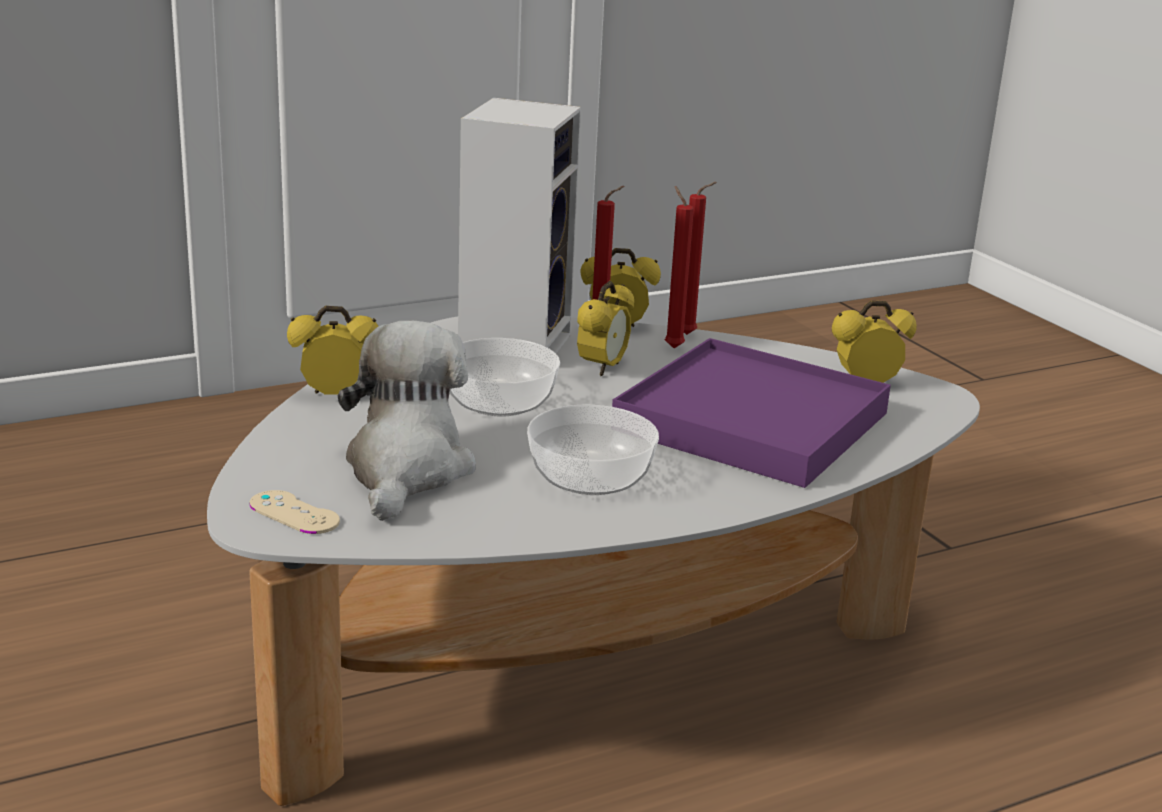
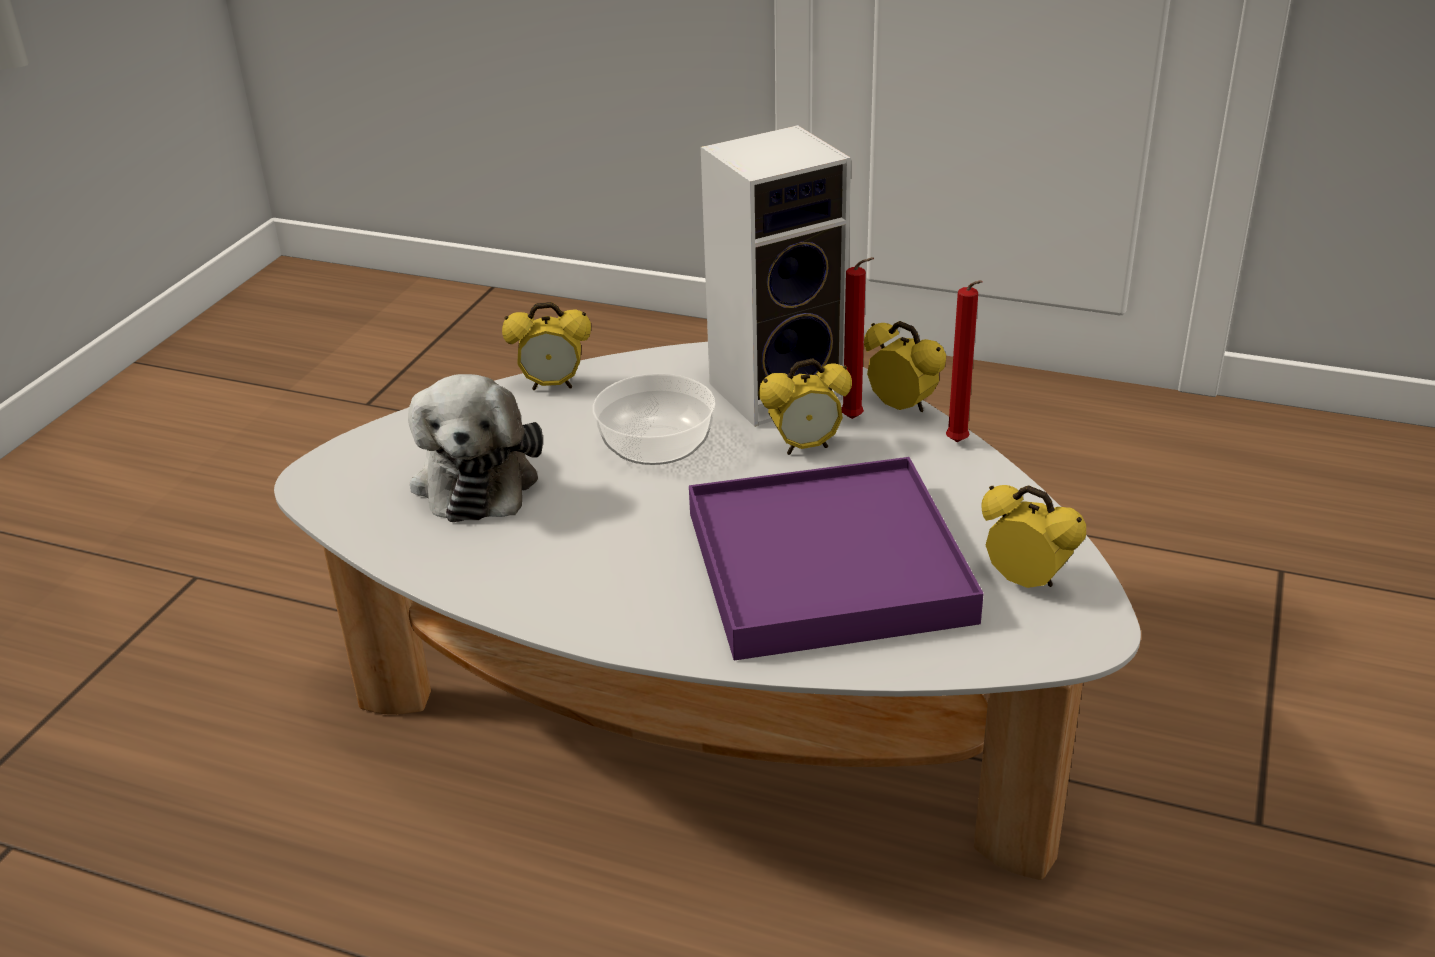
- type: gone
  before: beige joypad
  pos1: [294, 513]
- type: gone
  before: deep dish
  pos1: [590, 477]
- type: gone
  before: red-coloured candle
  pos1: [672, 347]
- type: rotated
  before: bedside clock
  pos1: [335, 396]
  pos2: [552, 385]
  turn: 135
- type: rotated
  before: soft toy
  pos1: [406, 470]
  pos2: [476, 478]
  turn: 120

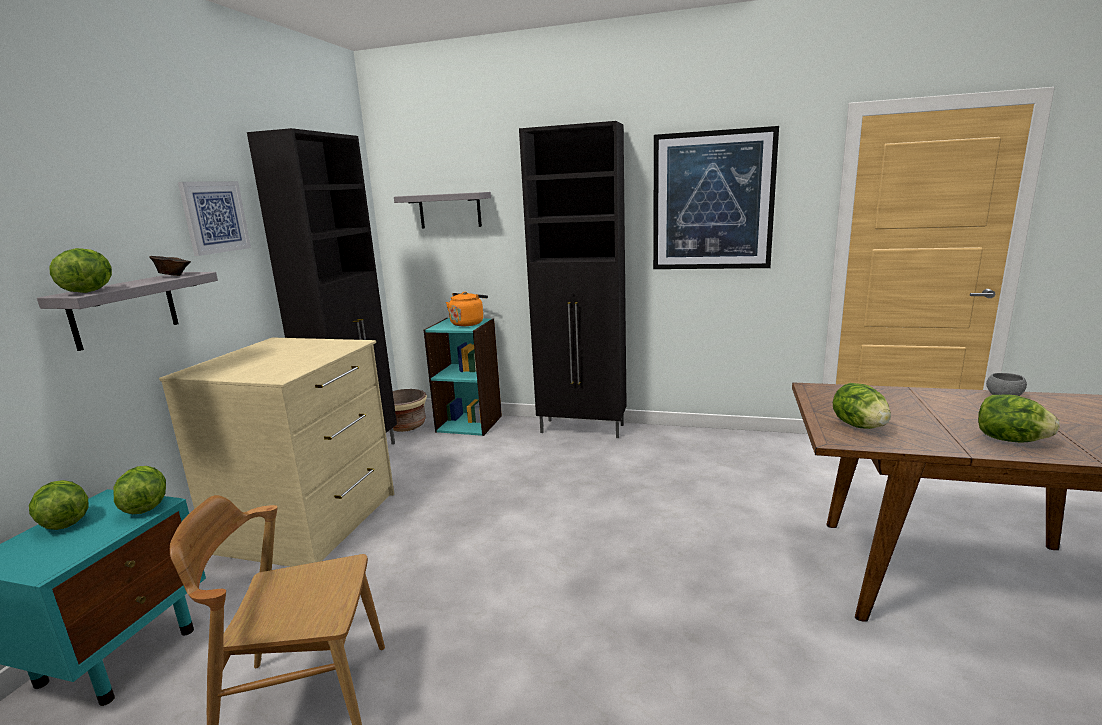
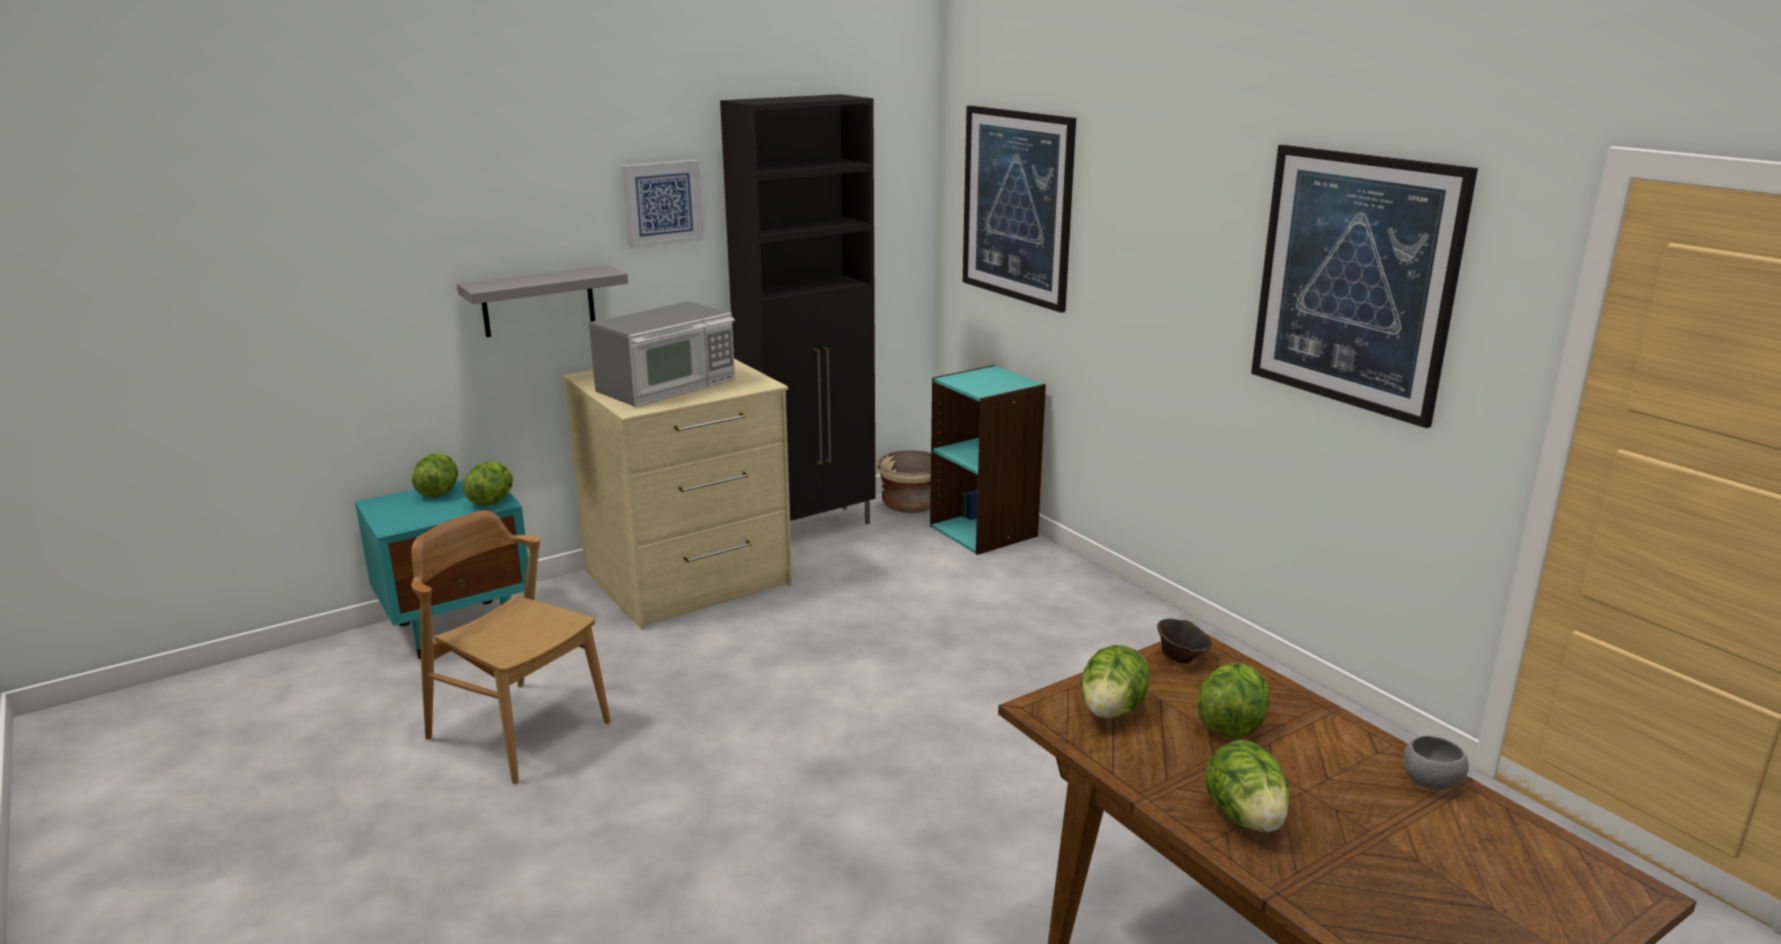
- type: gone
  before: orangey water kettle
  pos1: [468, 323]
- type: gone
  before: black-coloured storage cabinet
  pos1: [583, 429]
- type: new
  after: microwave
  pos2: [668, 386]
- type: shifted
  before: head of lettuce
  pos1: [89, 291]
  pos2: [1230, 725]
- type: shifted
  before: brown-coloured deep dish
  pos1: [173, 276]
  pos2: [1181, 658]
- type: swapped
  before: greyish shelf
  after: picture
  pos1: [450, 210]
  pos2: [1017, 206]

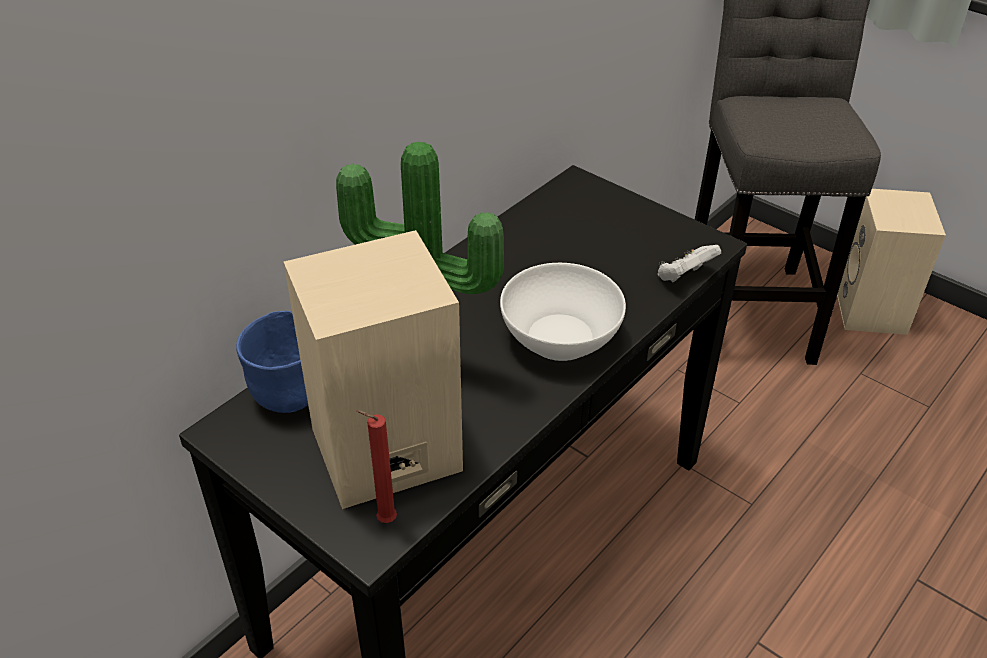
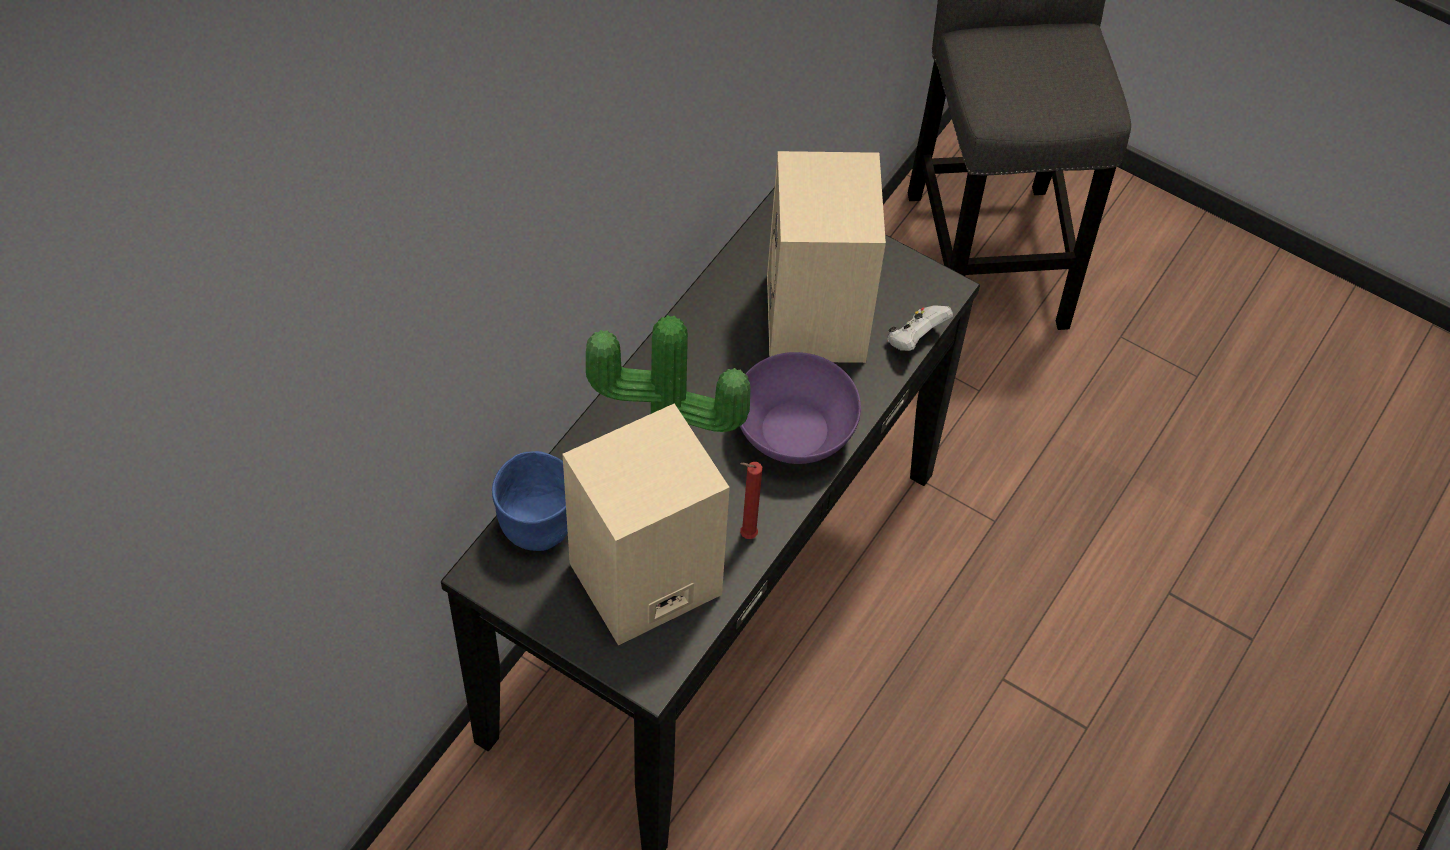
- type: shifted
  before: red-coloured candle
  pos1: [383, 520]
  pos2: [745, 535]
- type: shifted
  before: beige speaker
  pos1: [872, 311]
  pos2: [818, 320]
- type: repainted
  before: whitish deep dish
  after: purplish deep dish
  pos1: [561, 337]
  pos2: [795, 430]

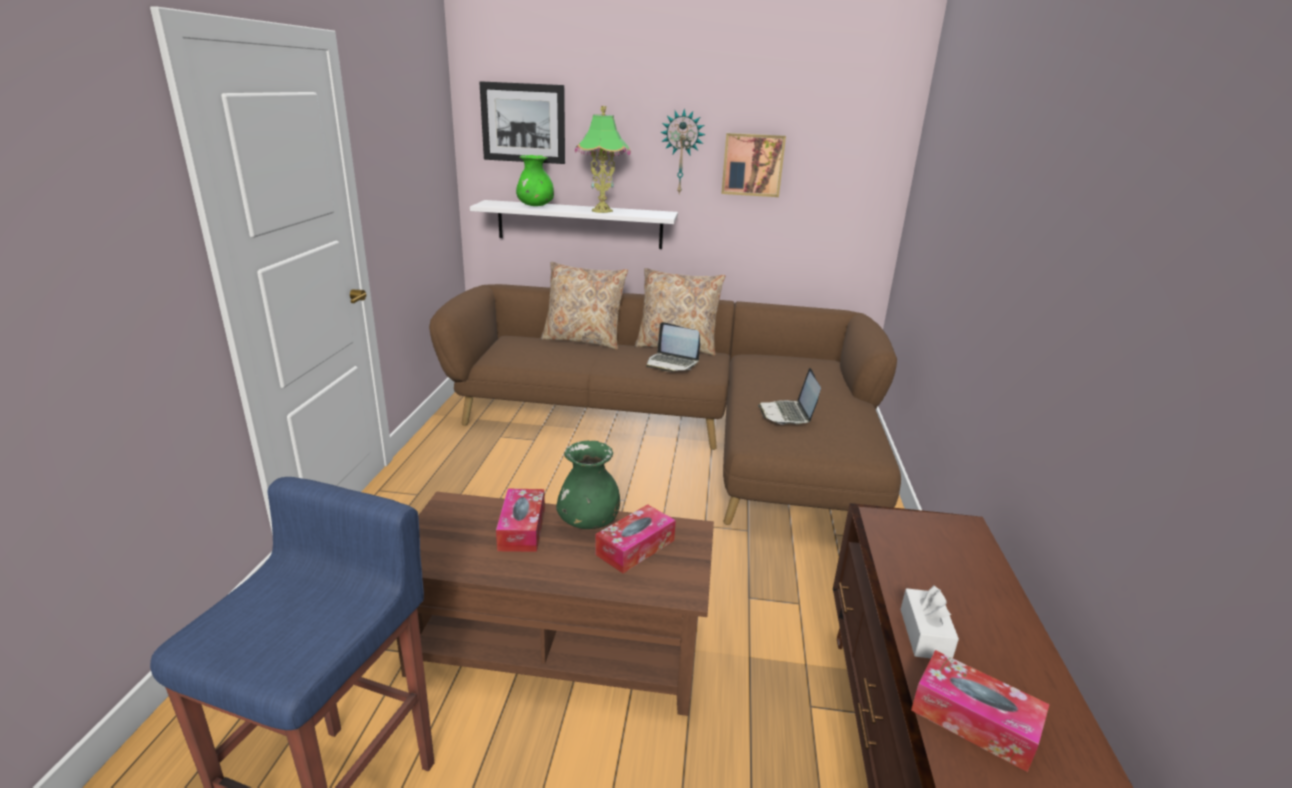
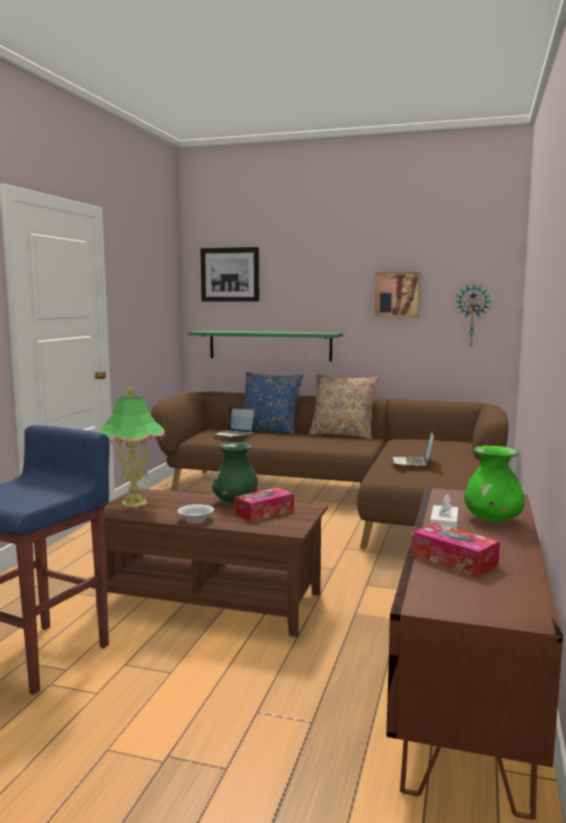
- type: gone
  before: box of tissues
  pos1: [522, 529]
- type: new
  after: whitish deep dish
  pos2: [196, 519]
- type: shifted
  before: greenish flower vase
  pos1: [535, 206]
  pos2: [492, 520]
- type: shifted
  before: lamp for a table
  pos1: [602, 211]
  pos2: [134, 503]
- type: shifted
  before: portable computer
  pos1: [672, 363]
  pos2: [234, 435]
- type: shifted
  before: clock on the wall
  pos1: [681, 152]
  pos2: [472, 315]
- type: repainted
  before: whitish shelf
  after: greenish shelf
  pos1: [579, 224]
  pos2: [269, 345]
- type: repainted
  before: beige pillow
  after: blue pillow
  pos1: [583, 340]
  pos2: [269, 431]

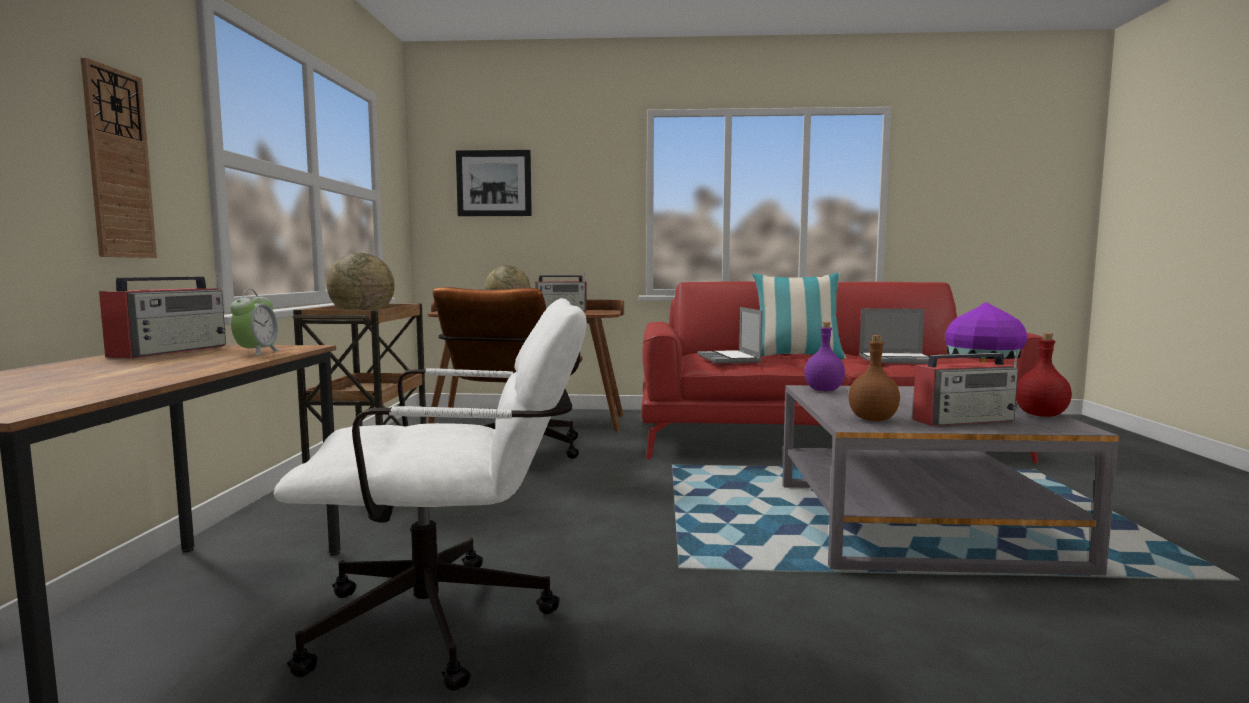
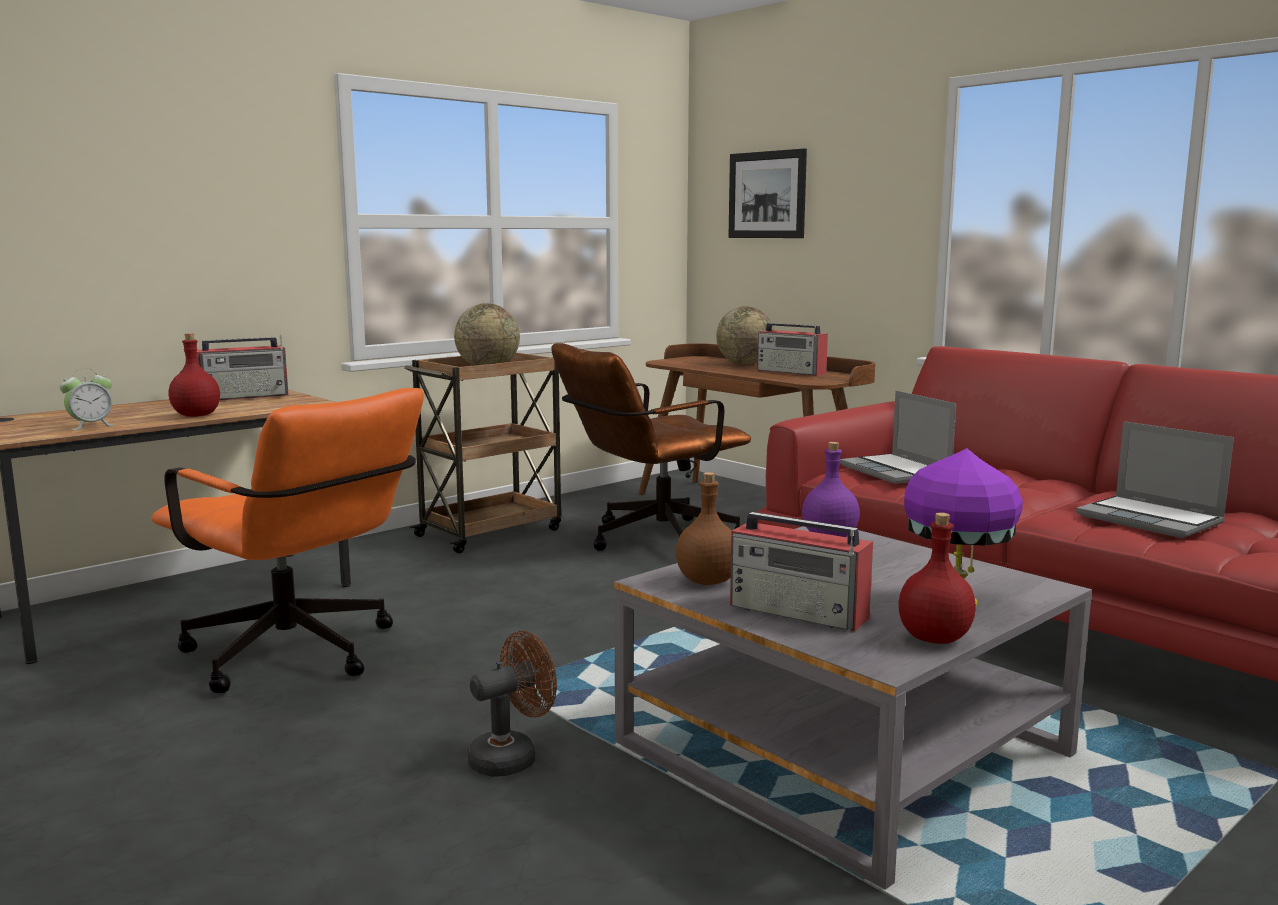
- type: gone
  before: clock on the wall
  pos1: [118, 164]
- type: gone
  before: pillow
  pos1: [797, 356]
- type: new
  after: red-coloured drink bottle
  pos2: [197, 415]
- type: new
  after: brown-coloured cooling fan
  pos2: [512, 757]
- type: shifted
  before: bedside clock
  pos1: [256, 353]
  pos2: [91, 426]
- type: repainted
  before: whitish computer chair
  after: orangey computer chair
  pos1: [453, 622]
  pos2: [301, 657]
- type: rotated
  before: portable computer
  pos1: [730, 359]
  pos2: [897, 471]
  turn: -60

